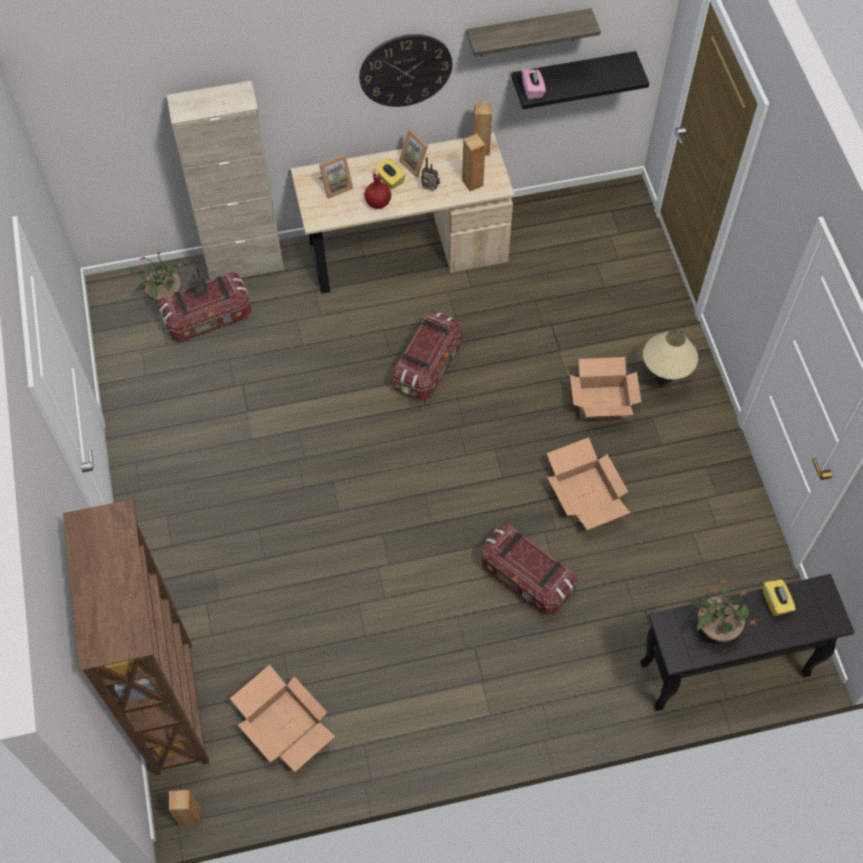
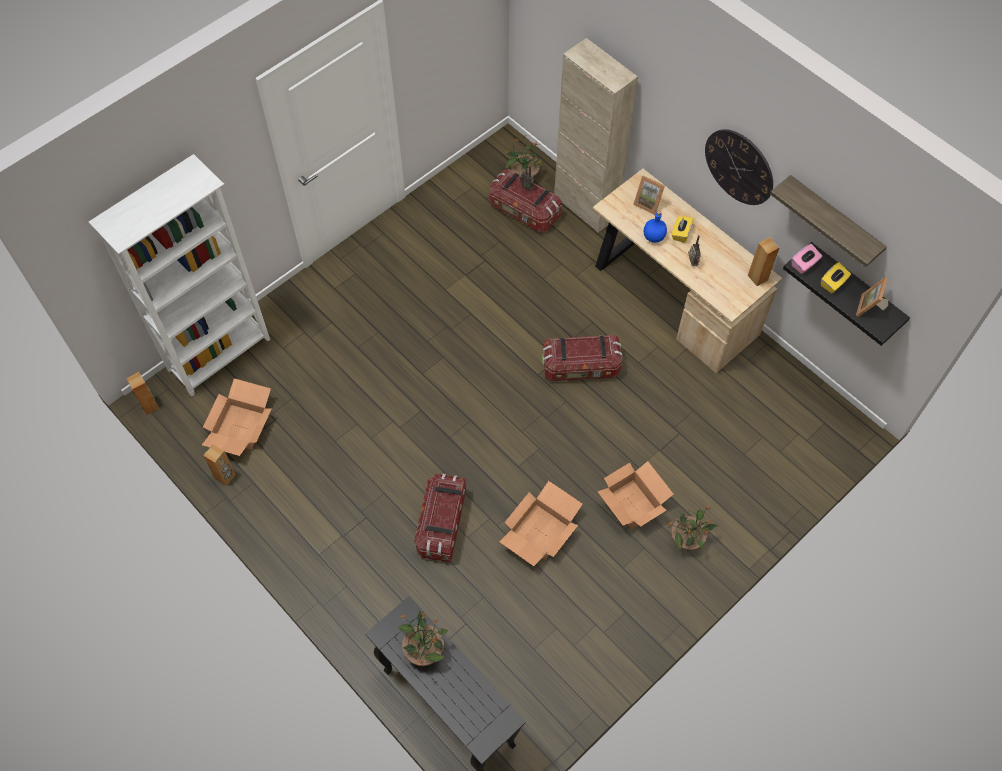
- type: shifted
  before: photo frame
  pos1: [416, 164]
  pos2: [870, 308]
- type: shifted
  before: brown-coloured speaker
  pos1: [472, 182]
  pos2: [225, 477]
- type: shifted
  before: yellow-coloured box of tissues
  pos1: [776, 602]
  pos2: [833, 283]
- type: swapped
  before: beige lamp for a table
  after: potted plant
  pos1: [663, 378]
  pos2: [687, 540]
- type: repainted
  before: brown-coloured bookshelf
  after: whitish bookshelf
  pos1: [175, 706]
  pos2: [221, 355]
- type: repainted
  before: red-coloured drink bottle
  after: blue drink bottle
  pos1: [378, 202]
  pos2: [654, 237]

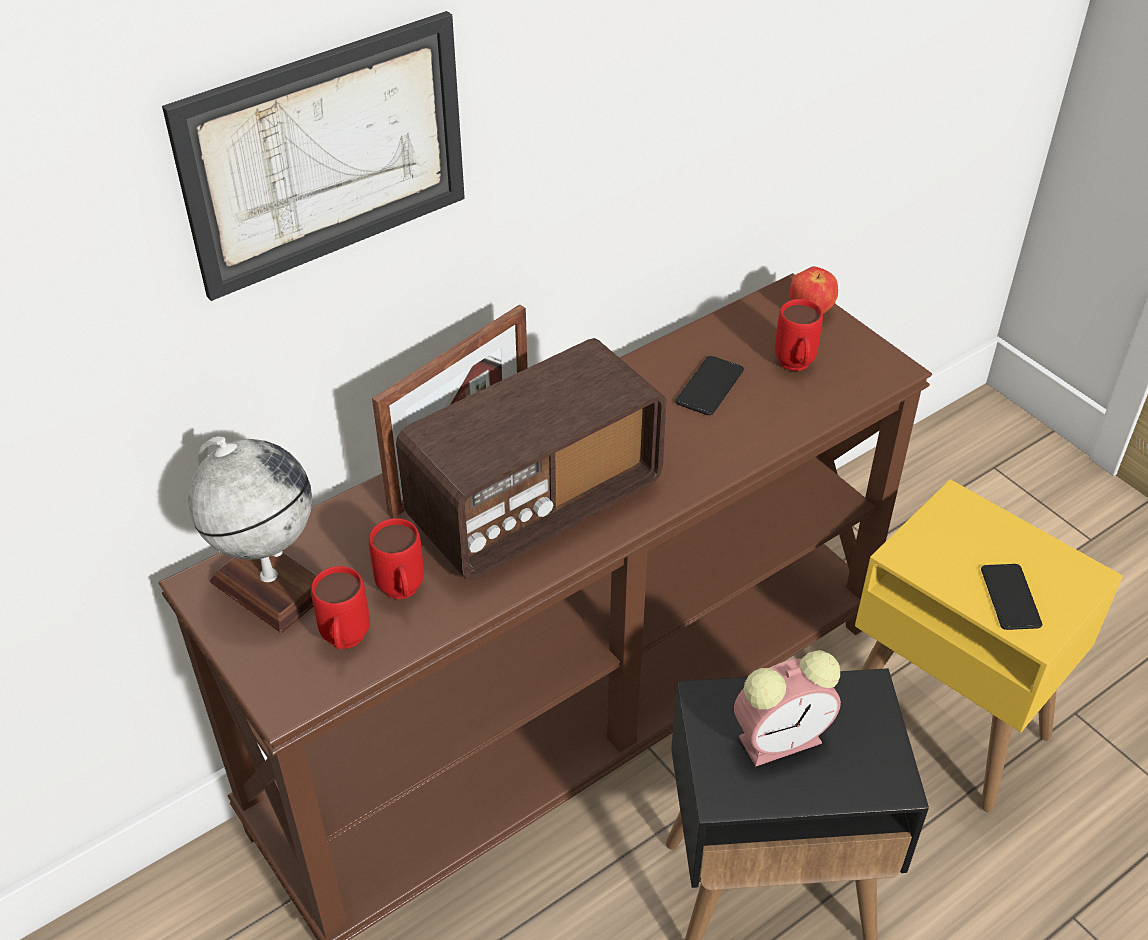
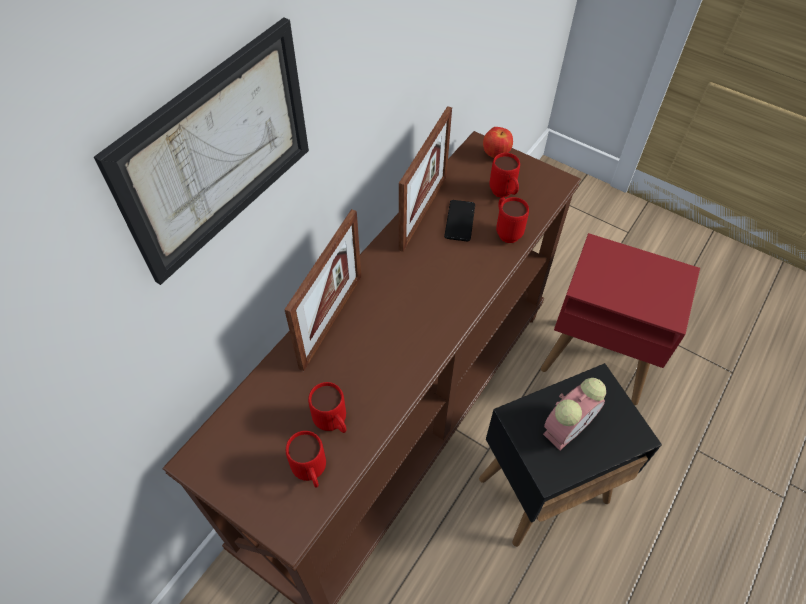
- type: gone
  before: globe
  pos1: [270, 585]
- type: gone
  before: radio receiver
  pos1: [535, 505]
- type: gone
  before: handset
  pos1: [1010, 597]
- type: new
  after: photo frame
  pos2: [423, 212]
- type: new
  after: red-coloured coffee mug
  pos2: [506, 231]
- type: repainted
  before: yellow-coloured accent table
  after: red-coloured accent table
  pos1: [942, 722]
  pos2: [594, 360]

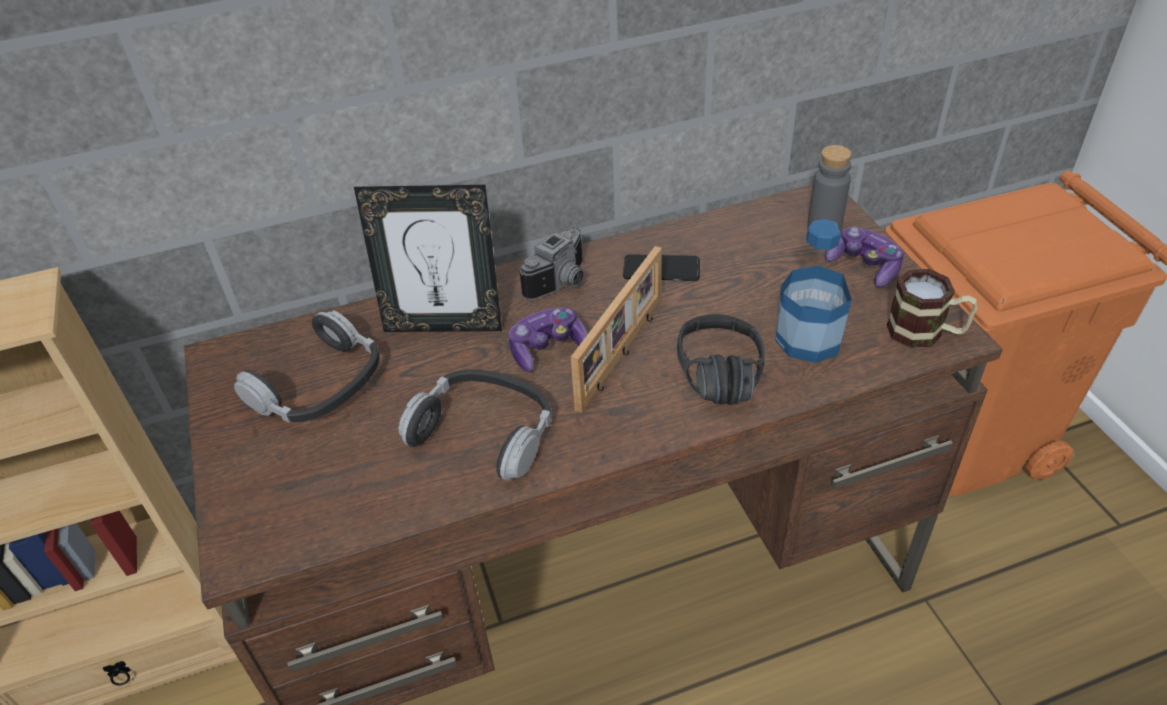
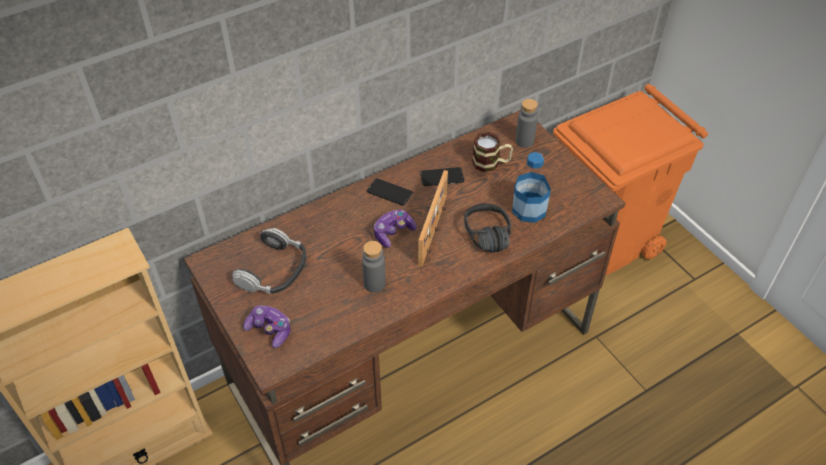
- type: gone
  before: photo frame
  pos1: [444, 324]
- type: shifted
  before: joypad
  pos1: [864, 267]
  pos2: [270, 330]
- type: shifted
  before: coffee mug
  pos1: [926, 333]
  pos2: [491, 163]
- type: swapped
  before: headphones
  after: greyish drink bottle
  pos1: [484, 432]
  pos2: [374, 284]
- type: swapped
  before: photo camera
  after: handset
  pos1: [563, 283]
  pos2: [389, 192]

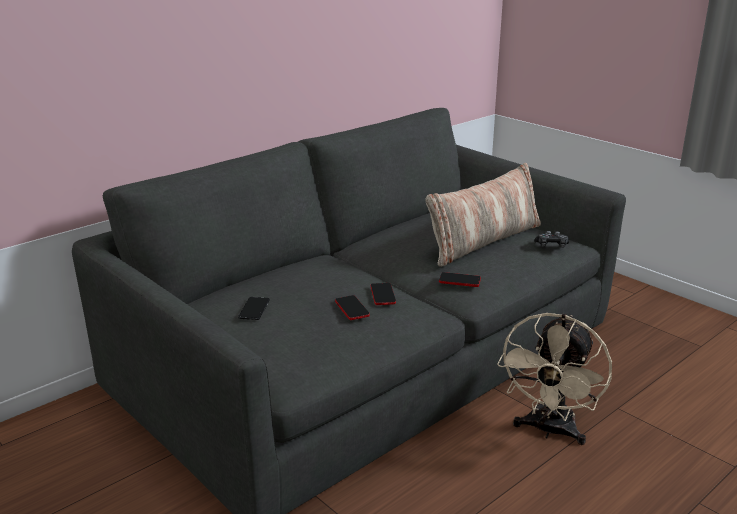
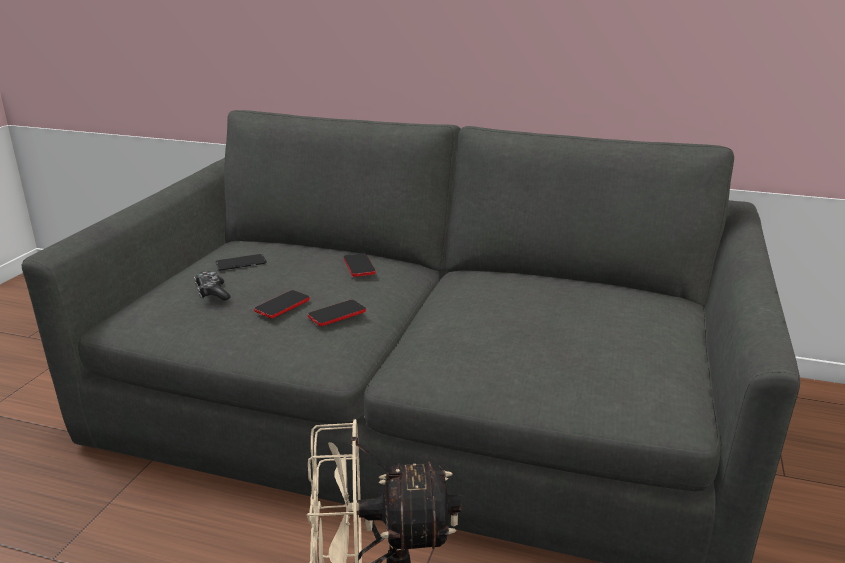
- type: gone
  before: pillow
  pos1: [483, 241]
- type: shifted
  before: handset
  pos1: [459, 280]
  pos2: [359, 266]
- type: shifted
  before: joypad
  pos1: [551, 245]
  pos2: [212, 293]

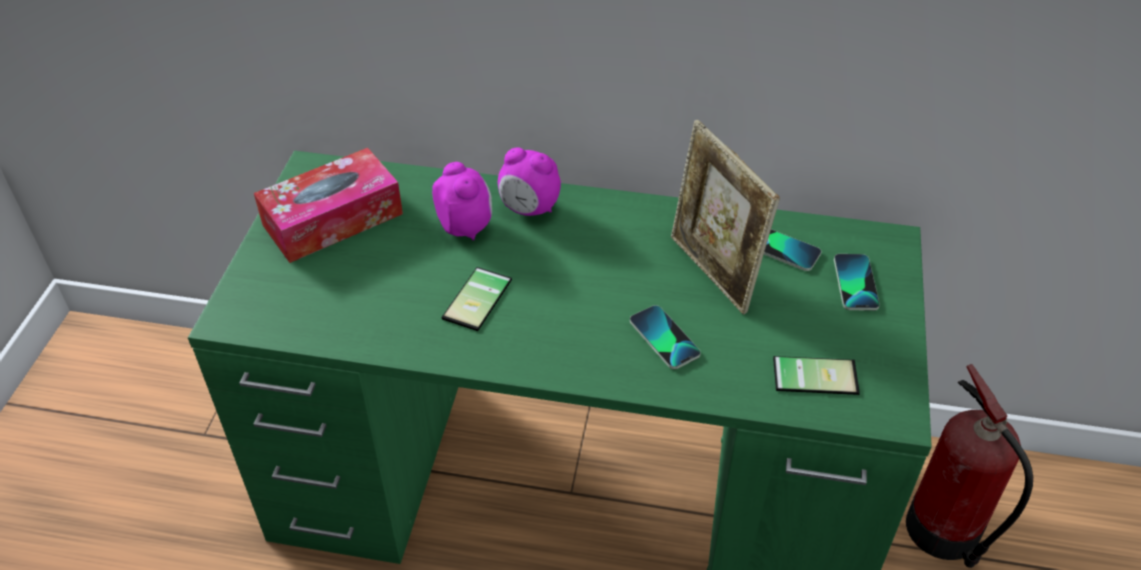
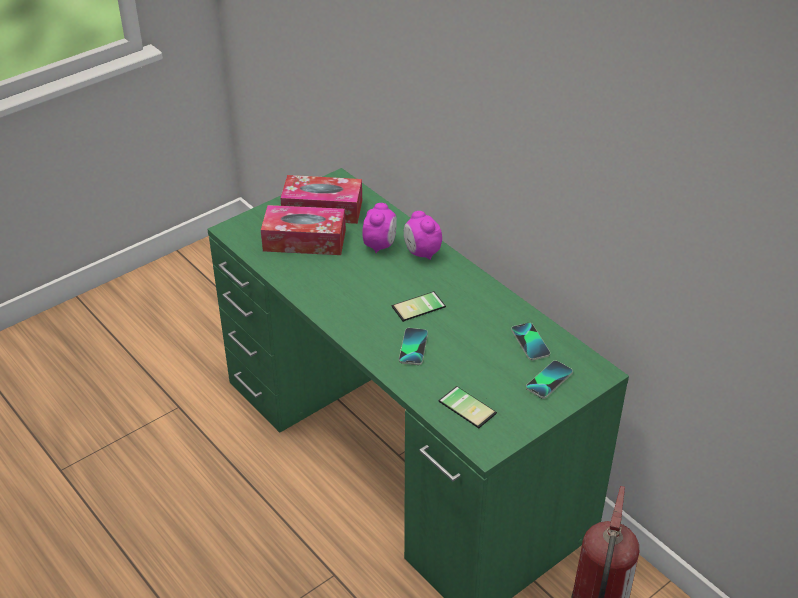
- type: gone
  before: photo frame
  pos1: [713, 273]
- type: new
  after: box of tissues
  pos2: [304, 240]
- type: shifted
  before: handset
  pos1: [481, 300]
  pos2: [419, 308]

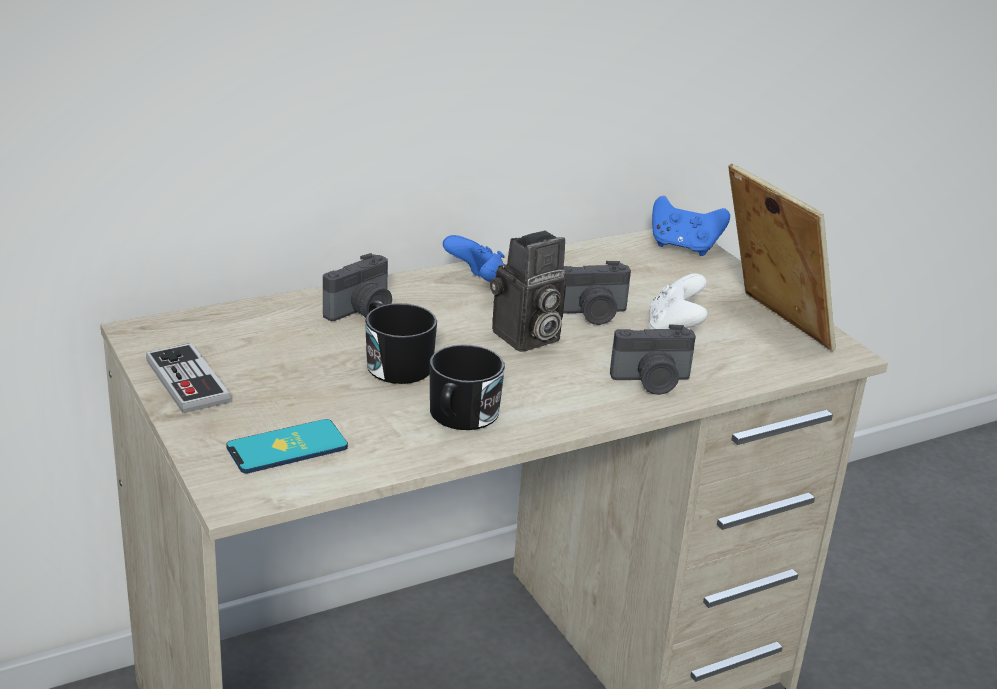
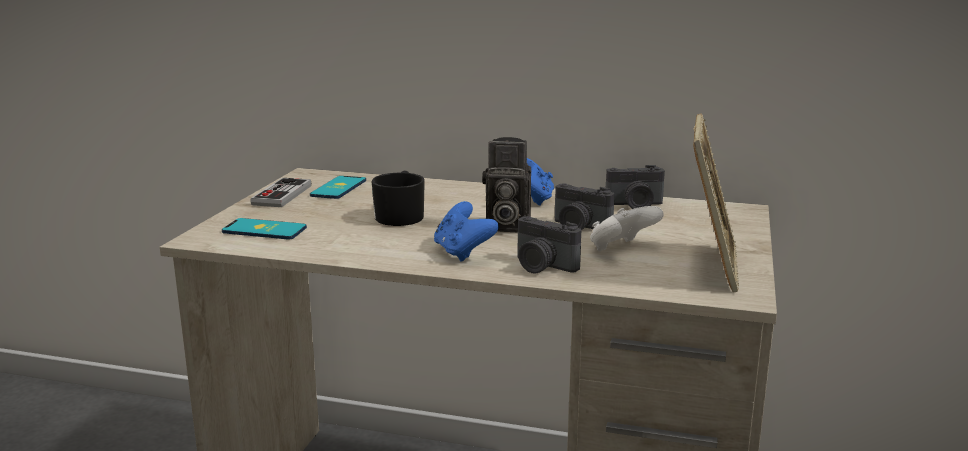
- type: gone
  before: black-coloured coffee mug
  pos1: [460, 416]
- type: new
  after: handset
  pos2: [338, 188]
- type: shifted
  before: photo camera
  pos1: [362, 312]
  pos2: [635, 205]
- type: shifted
  before: blue joypad
  pos1: [683, 247]
  pos2: [463, 252]

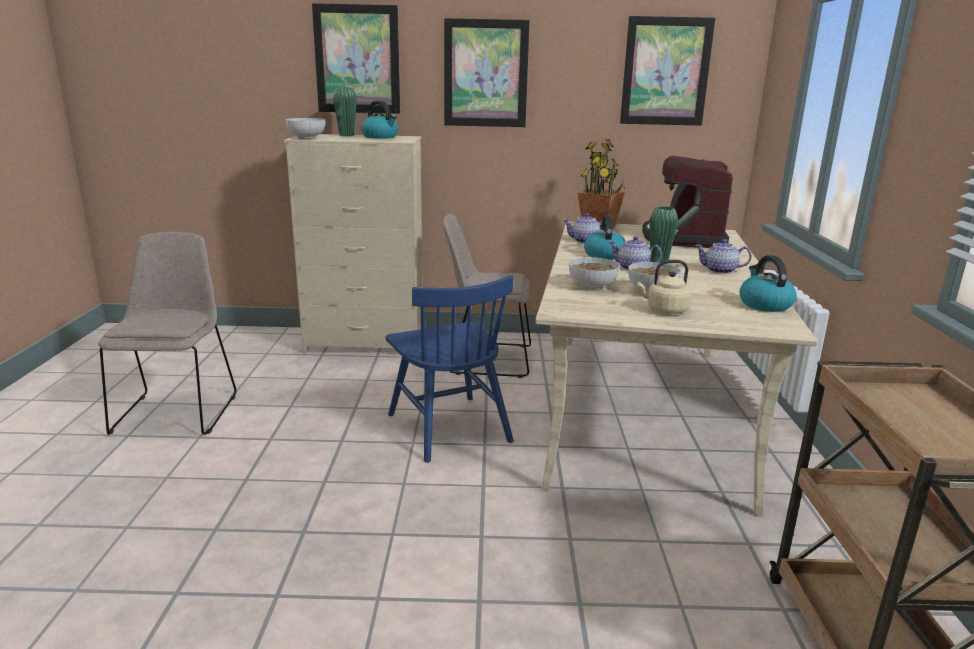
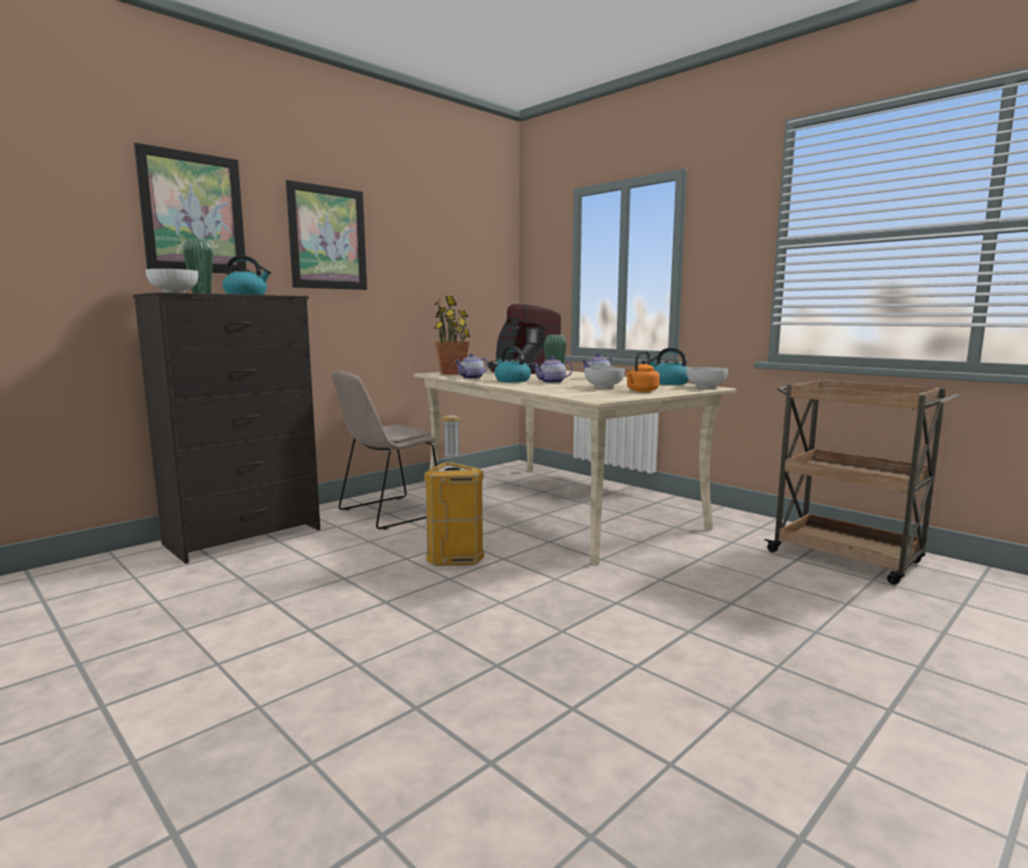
- type: gone
  before: beige plain chair
  pos1: [177, 411]
- type: gone
  before: picture
  pos1: [665, 72]
- type: shifted
  before: deep dish
  pos1: [591, 286]
  pos2: [705, 387]
- type: swapped
  before: blue plain chair
  after: waste bin
  pos1: [449, 427]
  pos2: [455, 560]
- type: repainted
  before: beige chest of drawers
  after: black-coloured chest of drawers
  pos1: [366, 344]
  pos2: [245, 536]
- type: repainted
  before: beige water kettle
  after: orangey water kettle
  pos1: [665, 310]
  pos2: [641, 391]

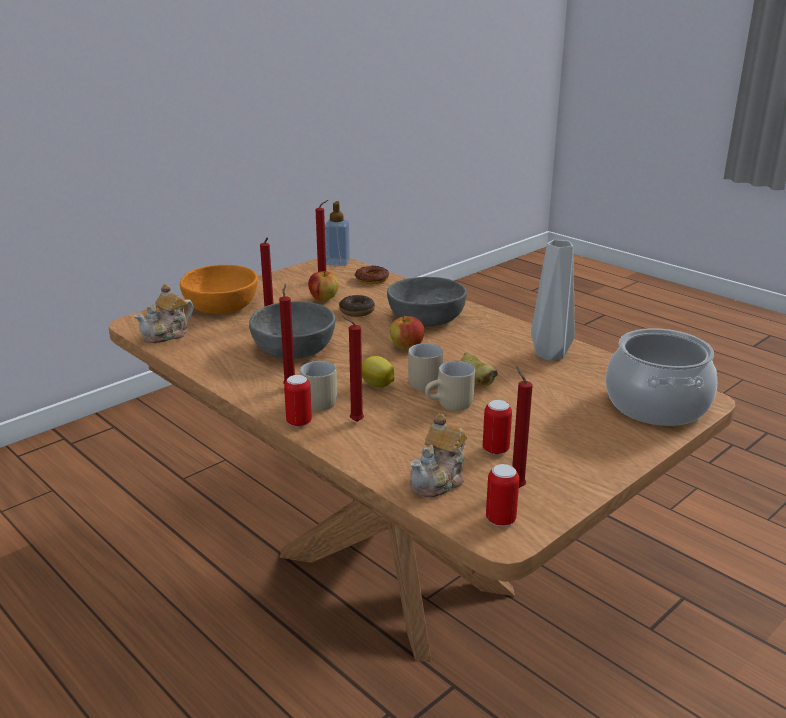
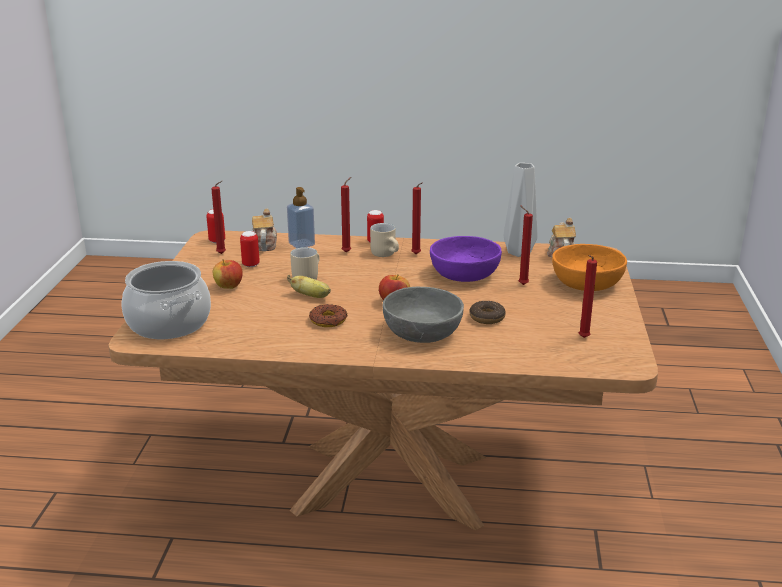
- type: gone
  before: whole lemon
  pos1: [378, 385]
- type: gone
  before: beige coffee mug
  pos1: [423, 381]
- type: shifted
  before: apple fruit
  pos1: [323, 299]
  pos2: [228, 287]
- type: shifted
  before: soap dispenser
  pos1: [337, 262]
  pos2: [301, 244]
- type: shifted
  before: doughnut
  pos1: [371, 279]
  pos2: [328, 320]
- type: shifted
  before: greyish flower vase
  pos1: [548, 355]
  pos2: [519, 252]
- type: repainted
  before: greyish deep dish
  after: purplish deep dish
  pos1: [294, 349]
  pos2: [464, 274]

